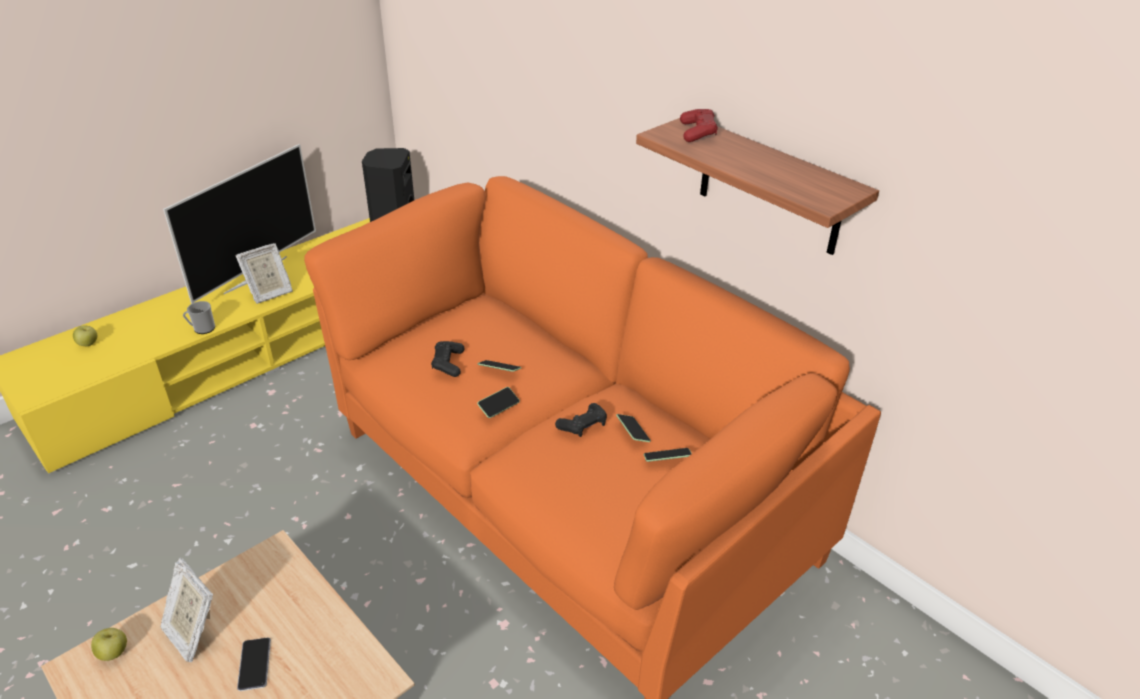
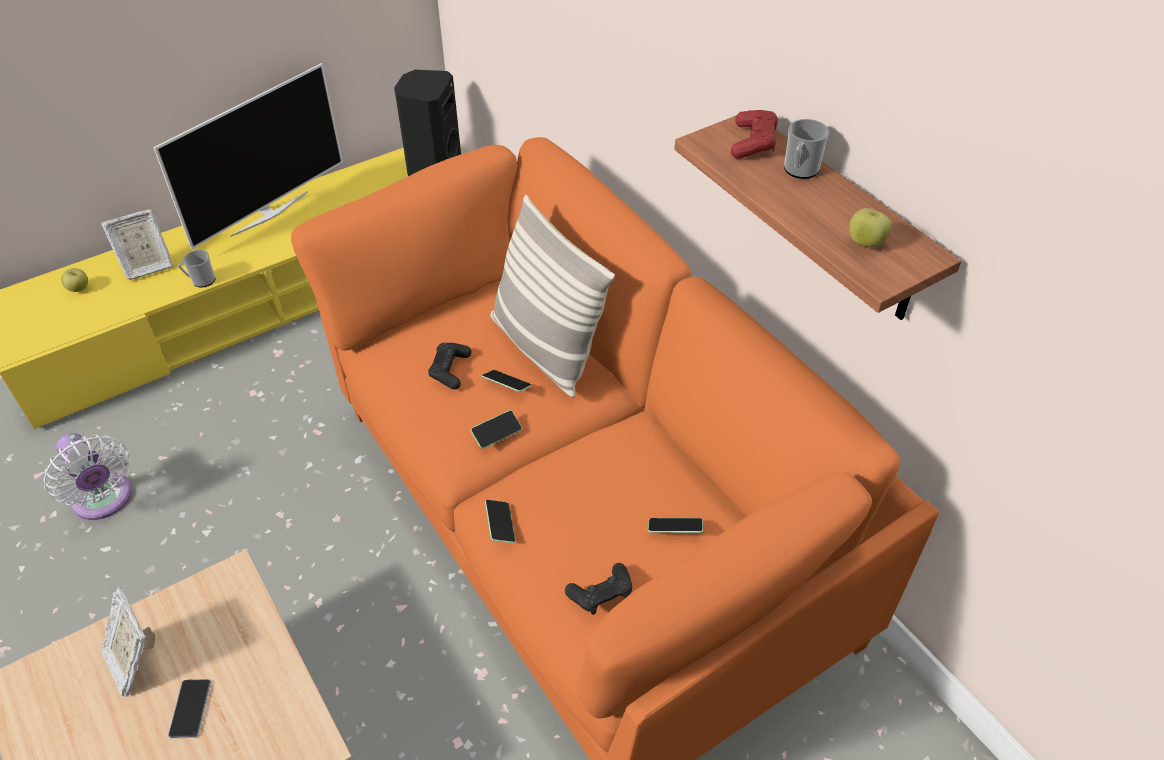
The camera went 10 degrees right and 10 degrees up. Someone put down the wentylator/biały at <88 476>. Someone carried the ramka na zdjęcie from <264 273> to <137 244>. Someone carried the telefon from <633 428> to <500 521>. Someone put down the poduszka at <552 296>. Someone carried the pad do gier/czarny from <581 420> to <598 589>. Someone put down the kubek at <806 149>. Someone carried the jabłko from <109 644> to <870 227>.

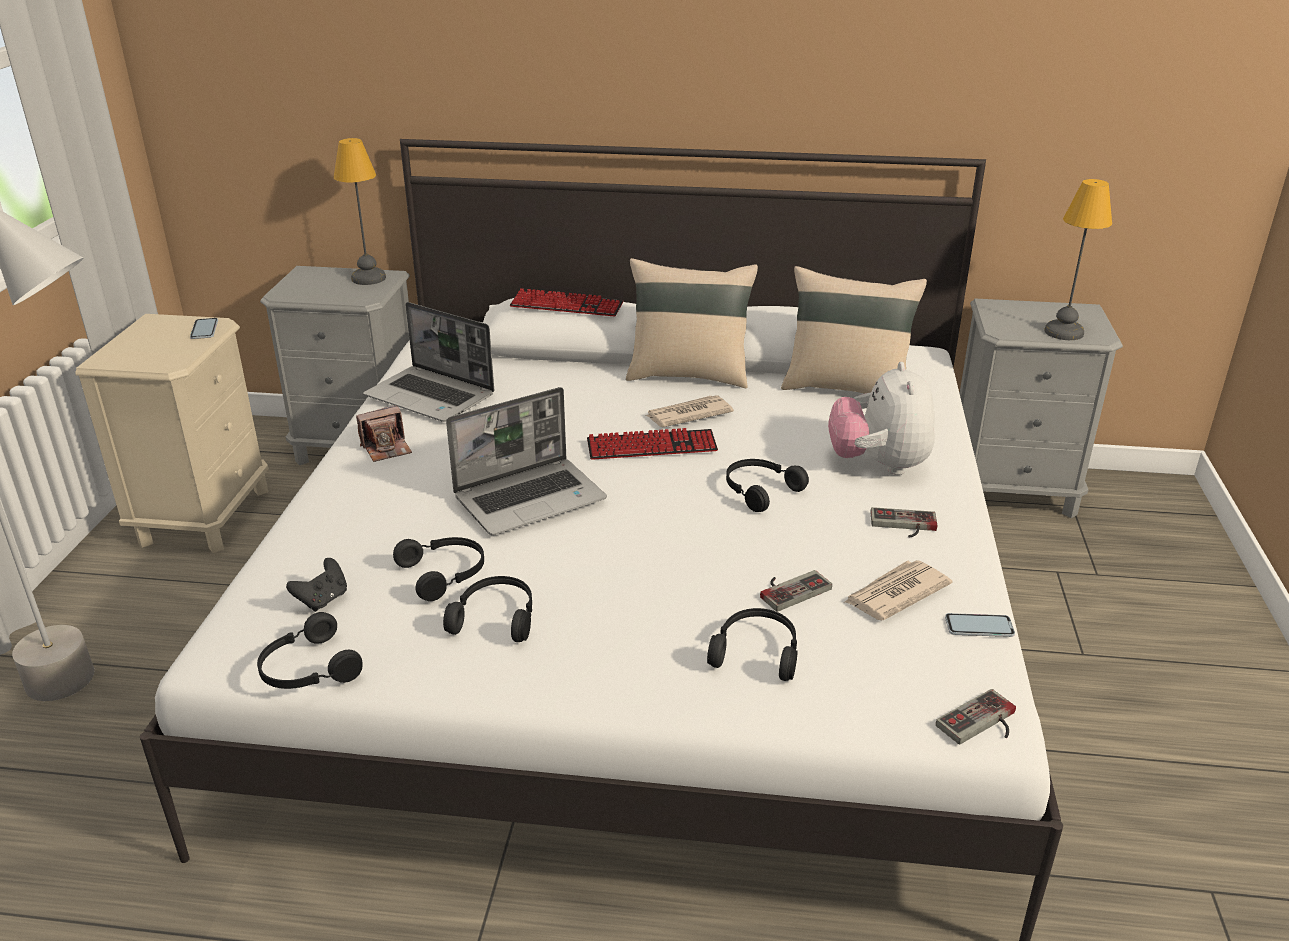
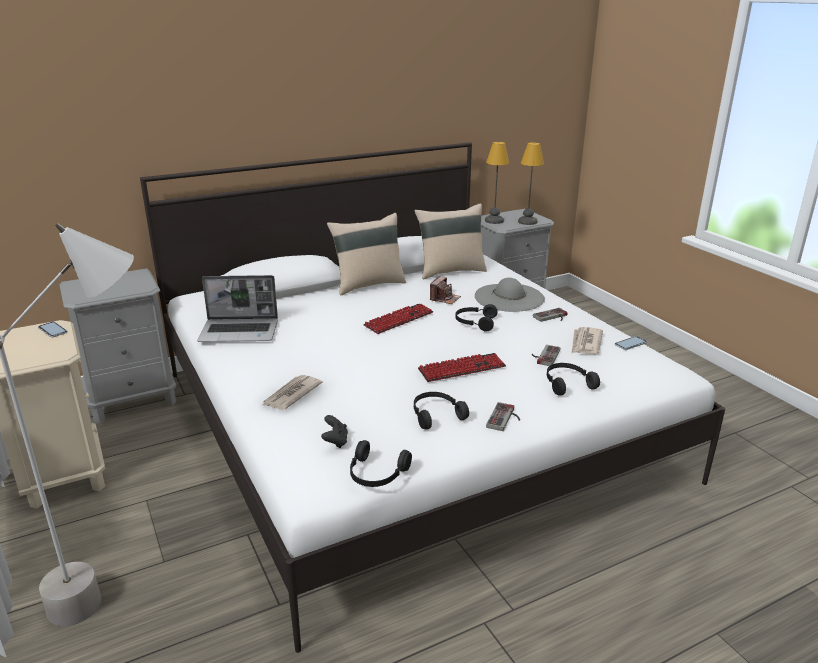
The camera went 35 degrees left and 5 degrees down. Someone carried the gazeta from <689 411> to <292 392>. Someone carried the klawiatura from <566 302> to <462 367>. Someone carried the aparat fotograficzny from <384 433> to <445 290>. Someone swapped the pluszak at <881 418> for the kapelusz/szary at <510 295>. Someone carried the lampa stołowa from <360 211> to <497 183>. Someone carried the pad do gier from <976 717> to <503 416>. Someone took away the słuchawki/czarny at <438 569>. Someone took away the laptop at <526 461>.

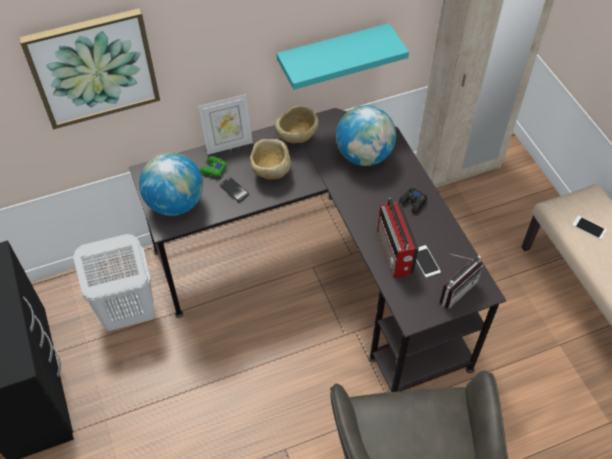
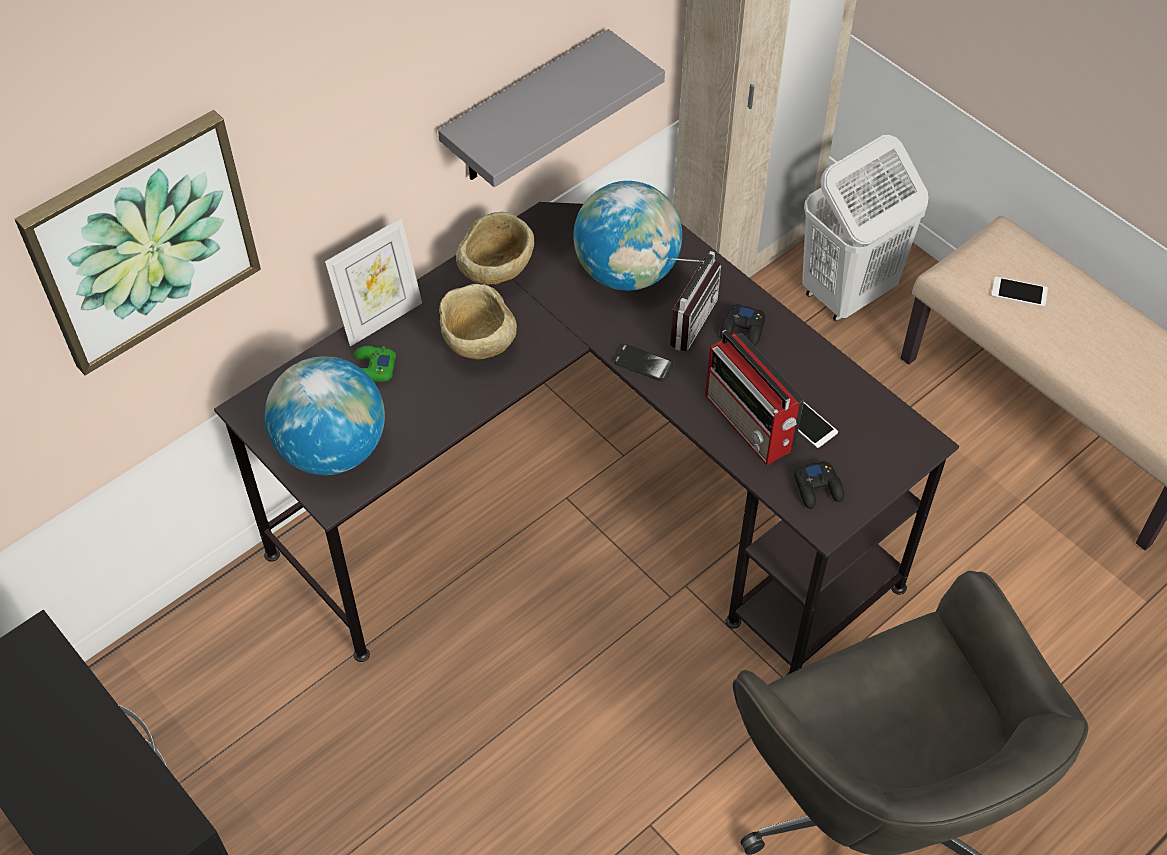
The camera went 20 degrees left and 0 degrees up. Someone repainted the półka/turkusowy at <343 56>, which became the półka/szary at <551 108>. Someone carried the telefon from <234 190> to <643 362>. Someone carried the radio from <461 281> to <693 301>. Someone put down the pad do gier/czarny at <819 484>. Someone carried the kosz na pranie/biały from <114 282> to <865 228>.

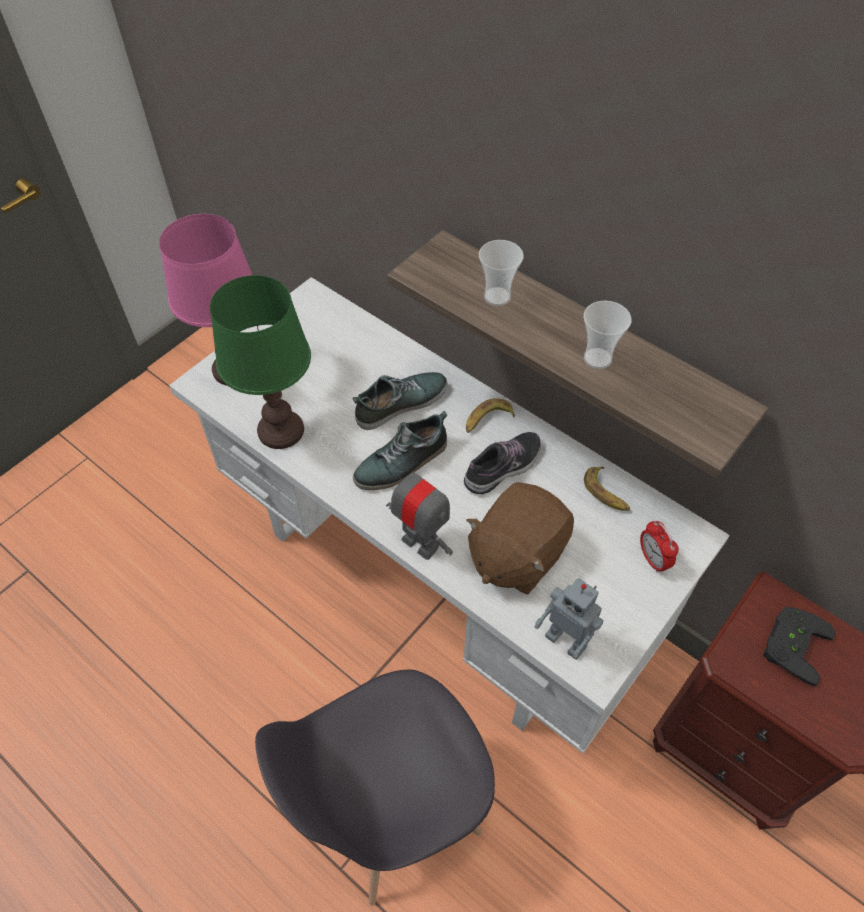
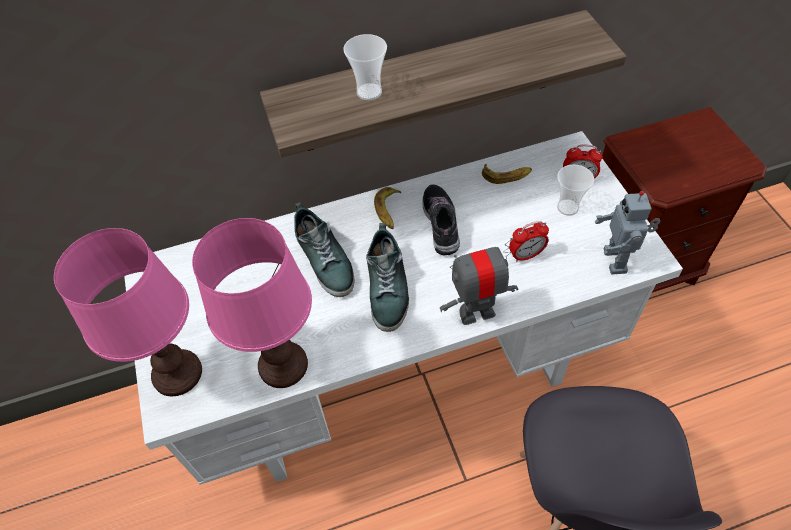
The camera went 55 degrees left and 0 degrees up. Someone repainted the lampa stołowa/zielony at <260 362>, which became the lampa stołowa/różowy at <252 303>. Someone rotated the but at <400 401> by 150 degrees clockwise. Someone swapped the pluszak/brązowy at <520 538> for the budzik at <529 241>. Someone carried the filiżanka from <608 335> to <575 190>. Someone rotated the robot zabawkowy at <569 619> by 105 degrees clockwise. Someone took away the pad do gier/czarny at <799 646>.

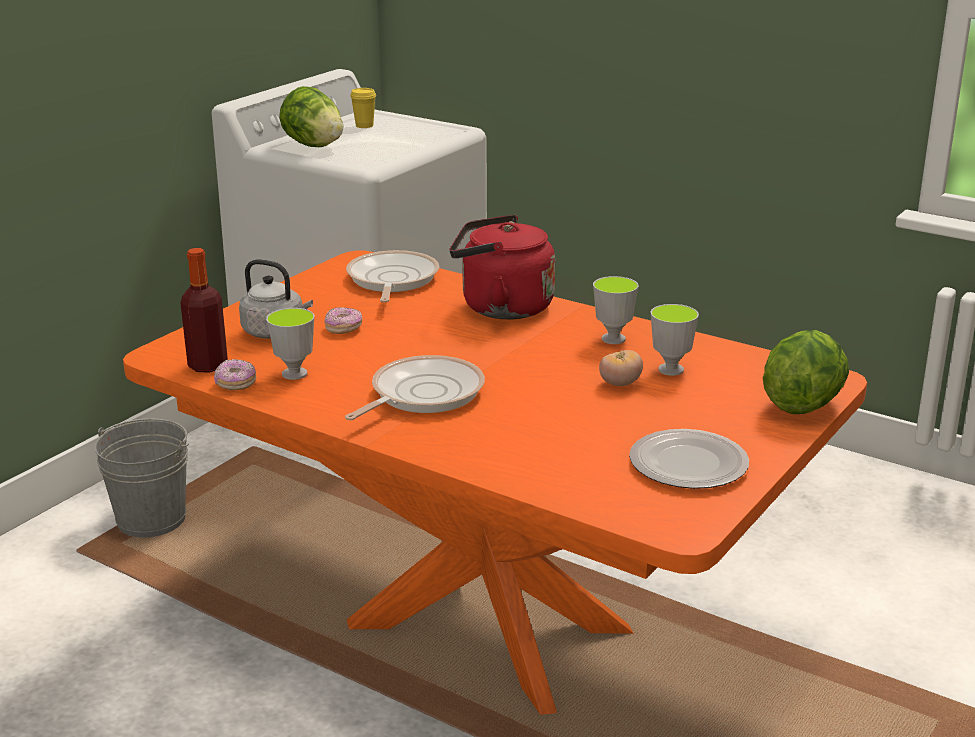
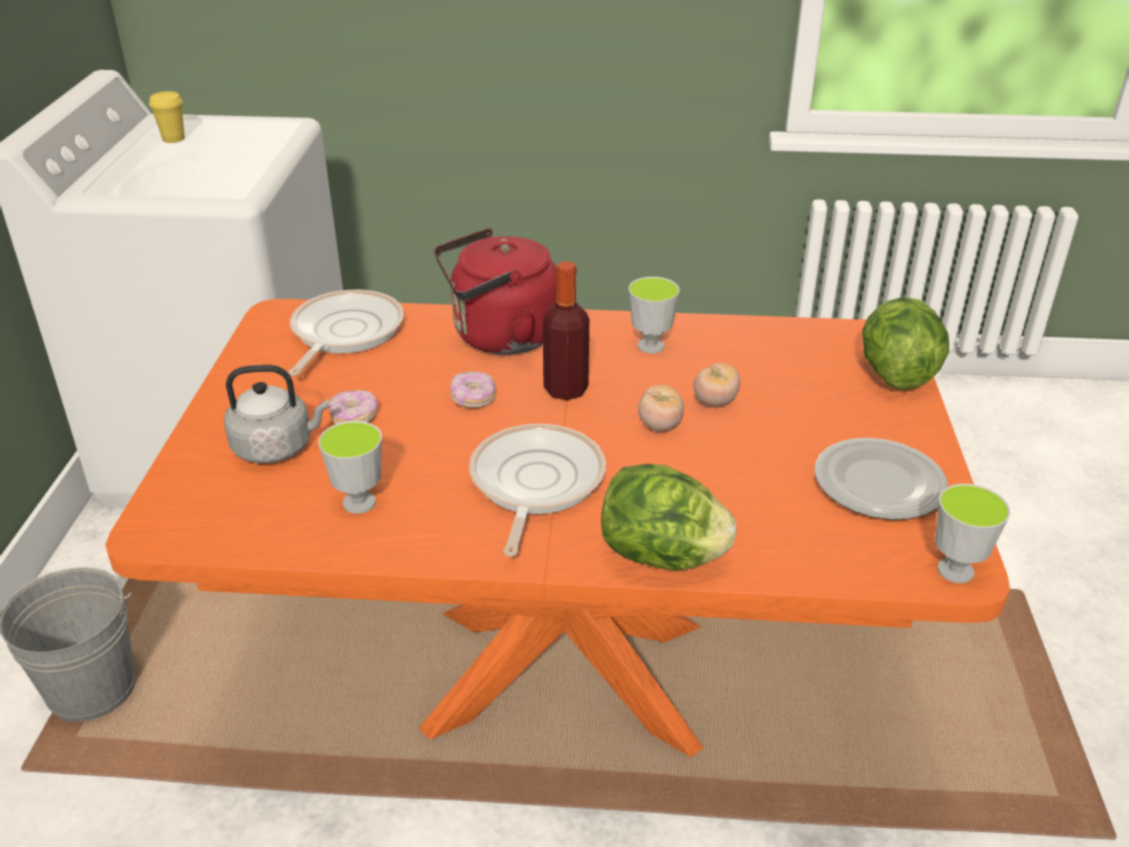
The camera went 30 degrees left and 10 degrees up. Someone rotated the patelnia at <392 276> by 45 degrees clockwise. Someone carried the donut from <235 374> to <473 389>. Someone carried the butelka from <204 310> to <566 330>. Someone carried the sałata from <311 116> to <669 517>. Someone put down the pomidor at <661 408>. Someone carried the filiżanka from <675 340> to <972 533>.

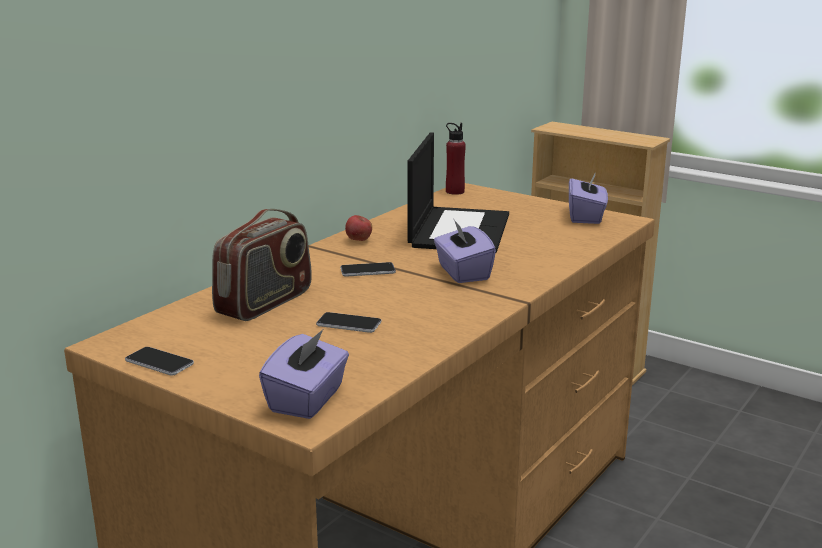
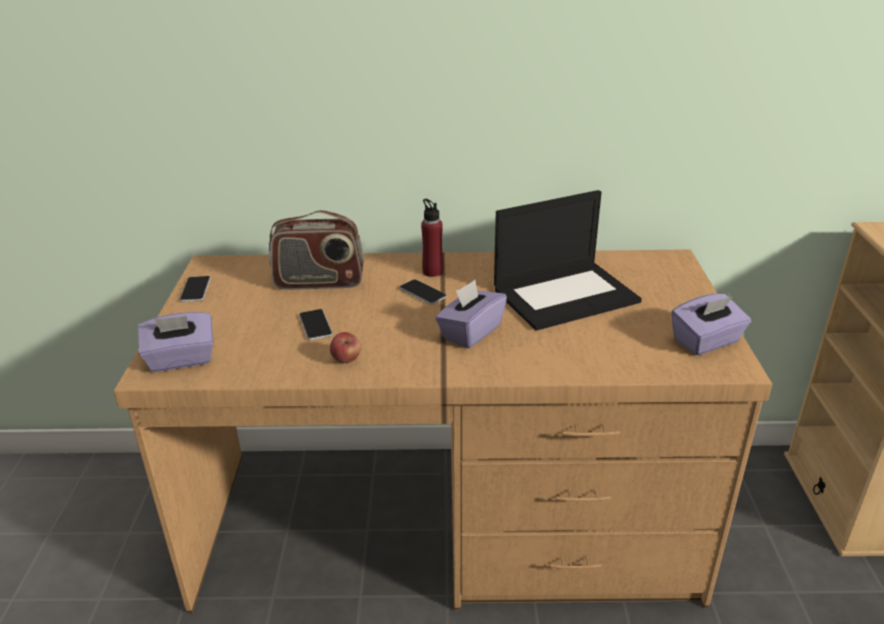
The camera went 55 degrees right and 10 degrees up. Someone carried the jabłko from <358 228> to <345 347>. Someone carried the butelka/czerwony from <456 159> to <432 238>.

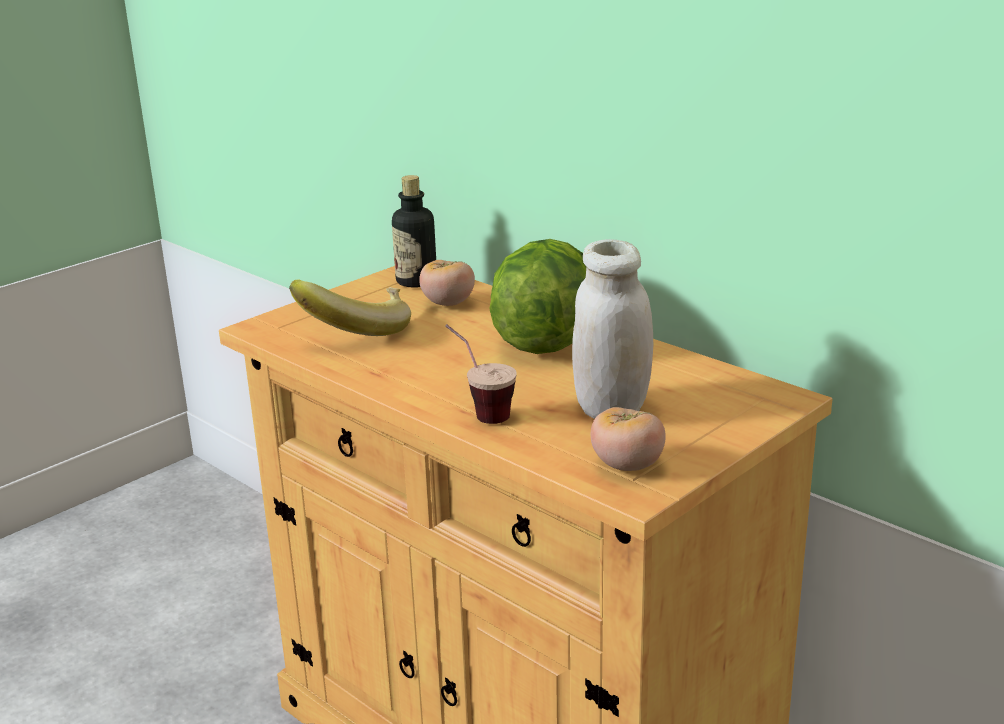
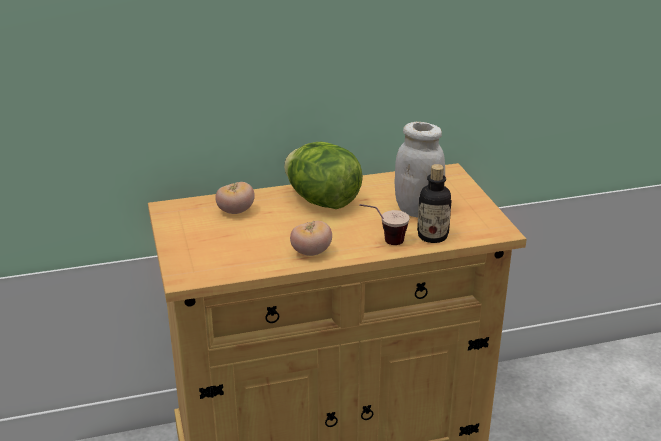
The camera went 60 degrees left and 5 degrees up. Someone carried the pomidor from <628 439> to <311 238>. Someone carried the butelka from <414 231> to <434 203>. Someone took away the banan at <350 308>.

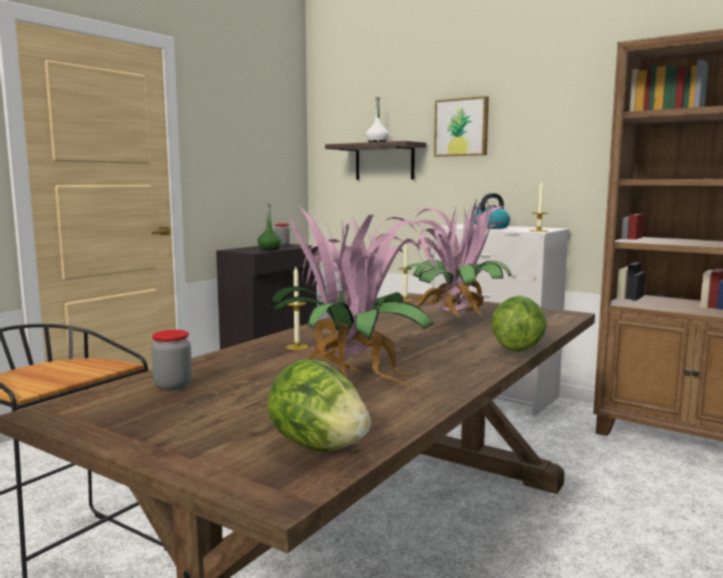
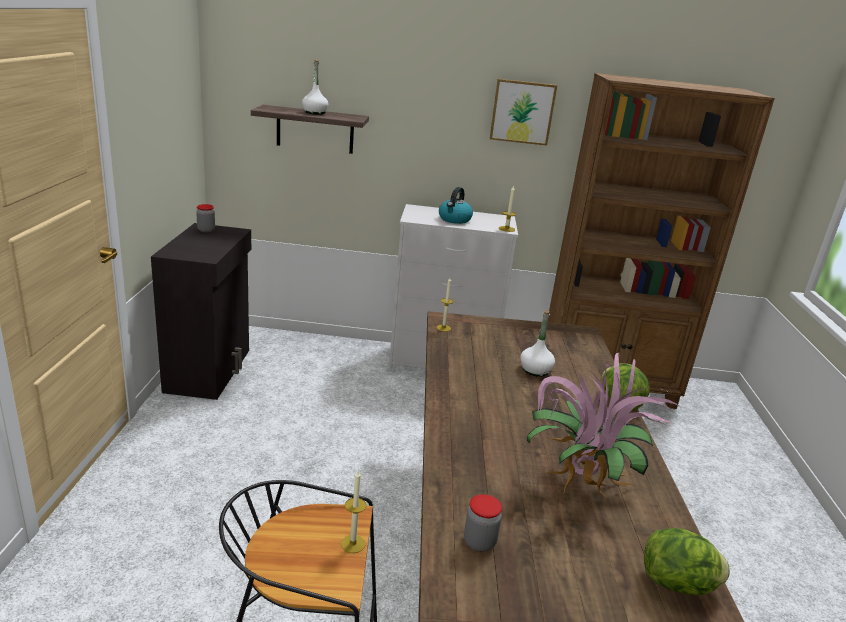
The camera went 35 degrees left and 15 degrees up. Someone carried the świeca from <297 308> to <354 512>. Someone carried the obraz from <461 126> to <523 112>. Someone swapped the roślina doniczkowa at <458 259> for the butelka/biały at <537 343>. Someone took away the butelka/zielony at <269 226>.

